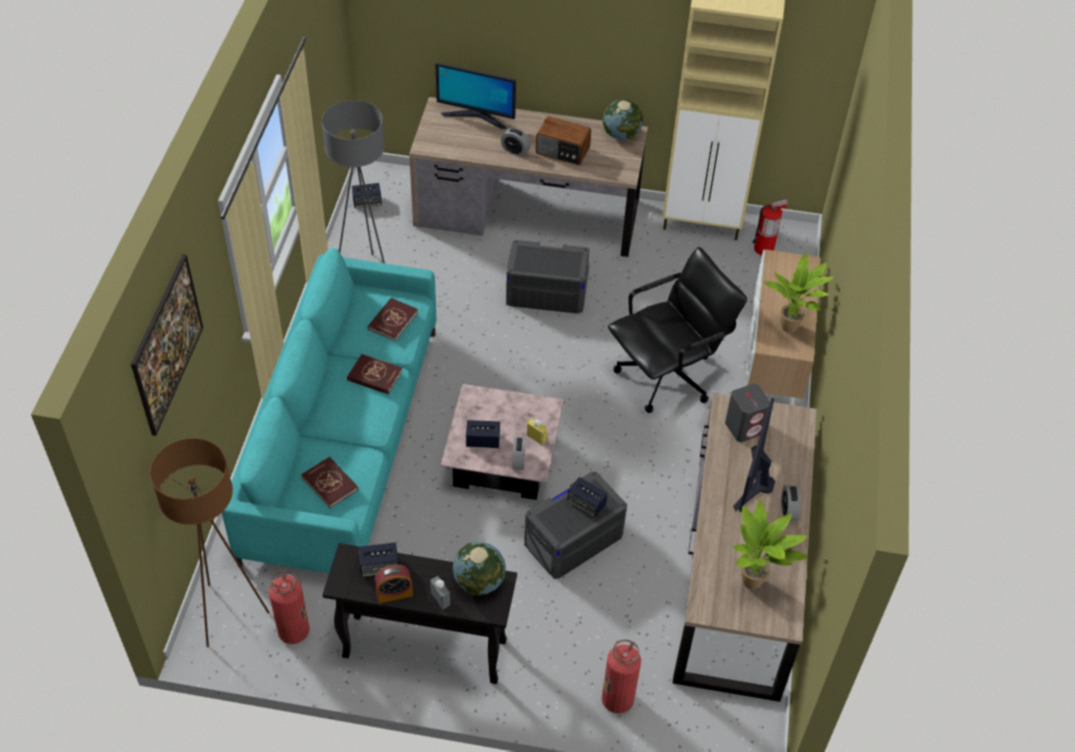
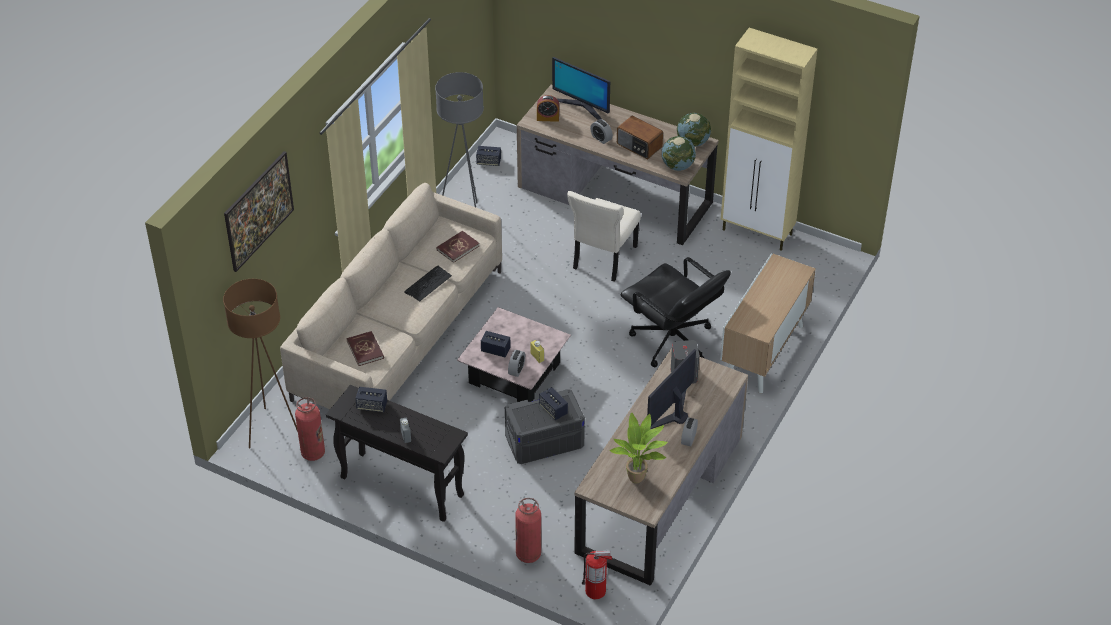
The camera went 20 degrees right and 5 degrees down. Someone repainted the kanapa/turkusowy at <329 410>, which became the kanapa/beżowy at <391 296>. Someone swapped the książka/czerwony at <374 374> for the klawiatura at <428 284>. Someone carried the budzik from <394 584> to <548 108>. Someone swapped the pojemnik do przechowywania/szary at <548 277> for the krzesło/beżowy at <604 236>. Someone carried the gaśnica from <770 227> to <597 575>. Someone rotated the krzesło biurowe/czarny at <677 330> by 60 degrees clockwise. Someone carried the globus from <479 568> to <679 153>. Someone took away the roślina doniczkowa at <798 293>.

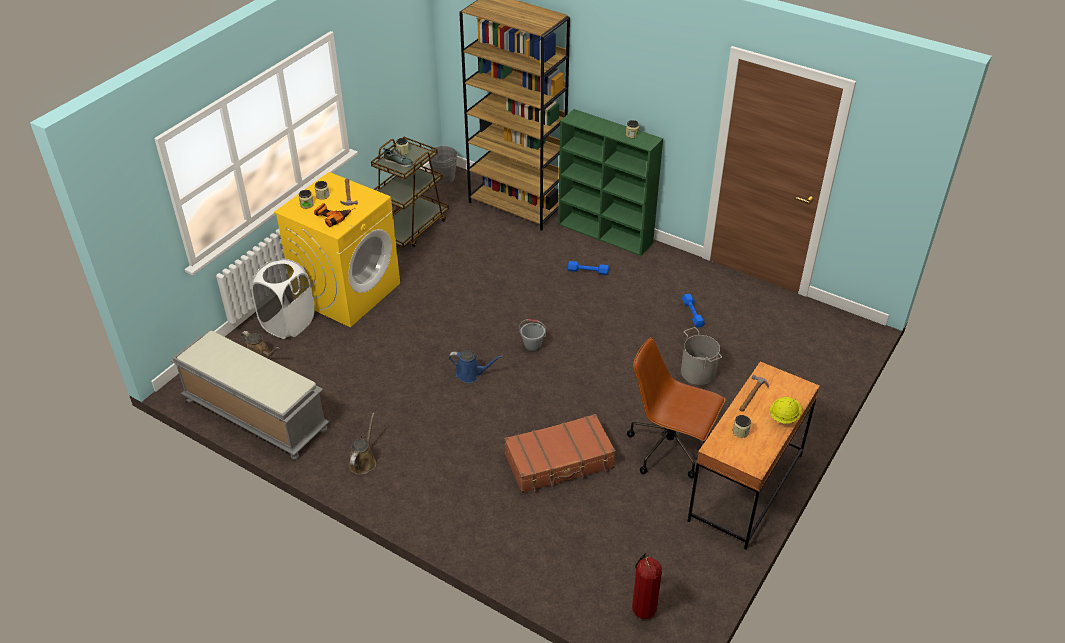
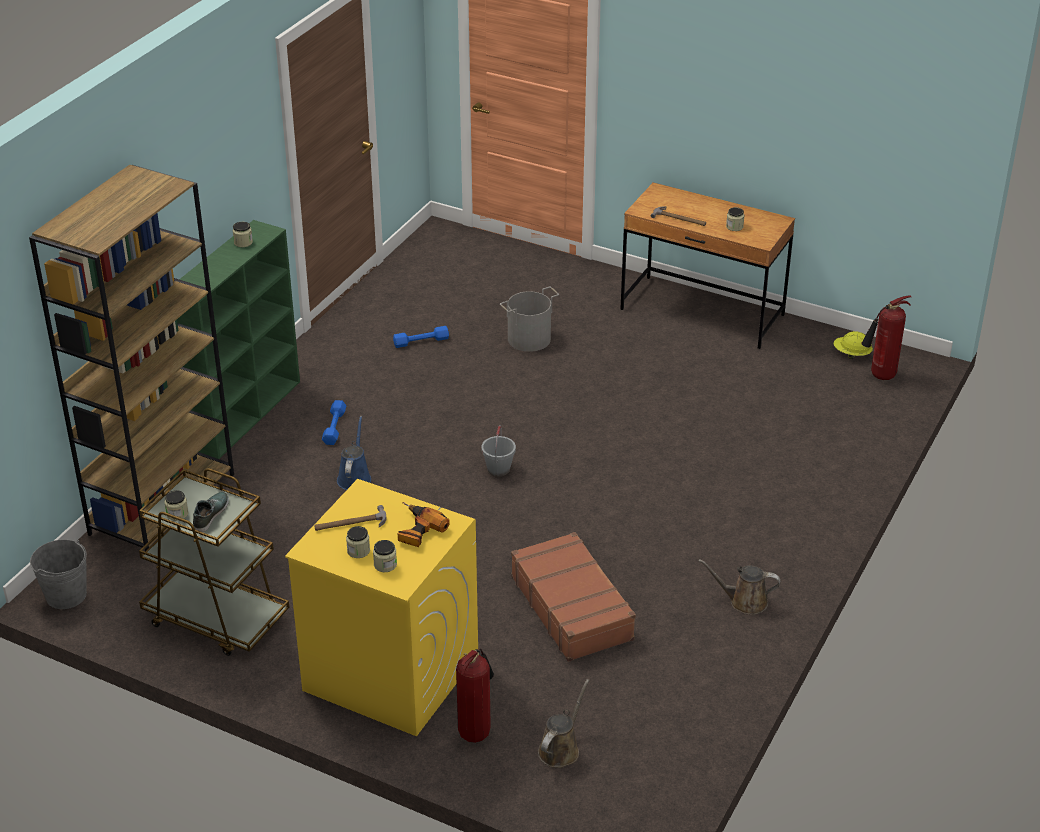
The camera went 95 degrees left and 5 degrees down. Someone carried the konewka/niebieski from <475 366> to <354 453>. Someone swapped the kosz na pranie/biały at <283 298> for the gaśnica at <475 695>. Someone carried the walizka/brązowy from <560 453> to <573 597>. Someone carried the kask/żółty from <786 410> to <853 345>. Someone took away the ławka/szary at <250 395>. Someone took away the krzesło biurowe/brązowy at <676 407>.

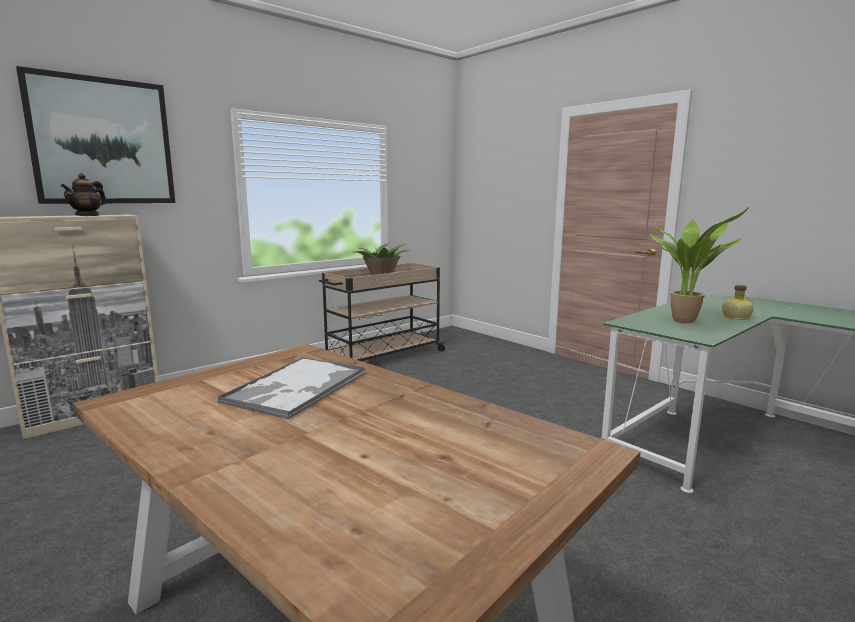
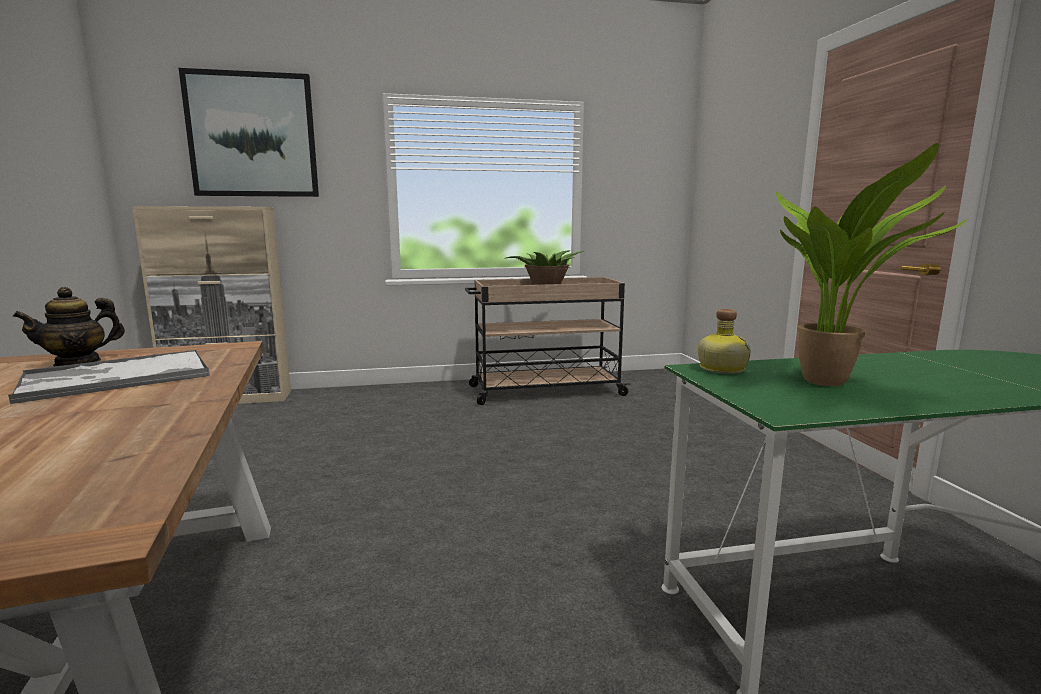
The camera went 30 degrees right and 0 degrees up. Someone carried the imbryk from <84 194> to <69 327>. Someone carried the butelka from <738 302> to <724 341>.

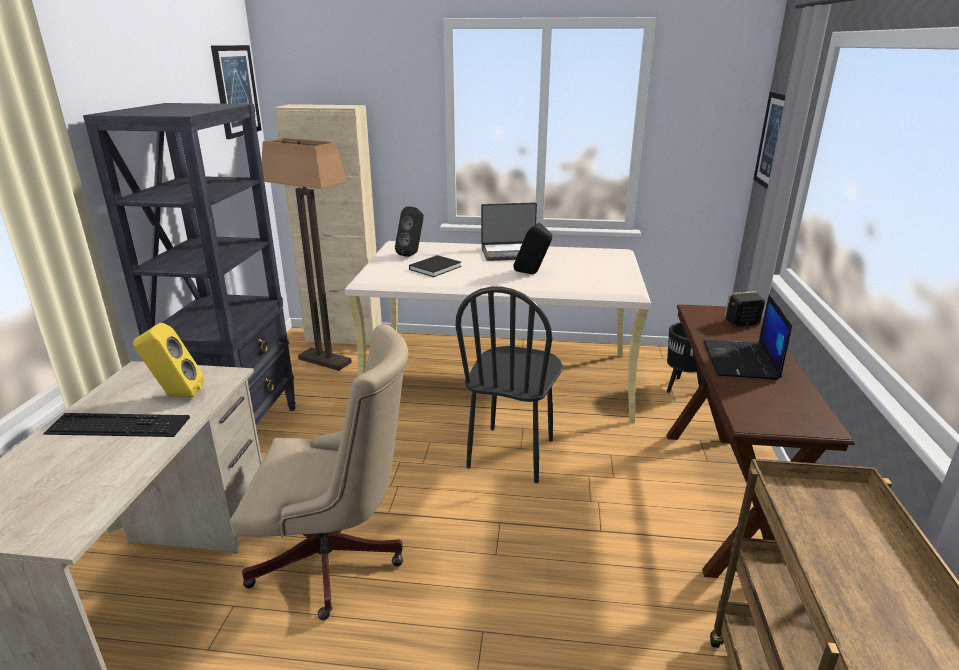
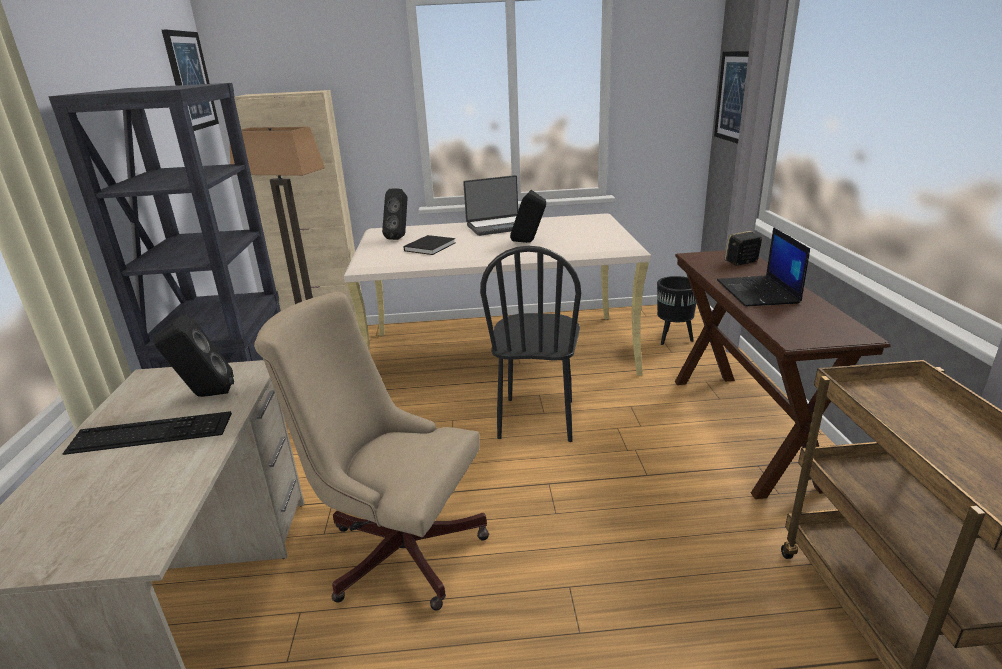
The camera went 10 degrees left and 0 degrees up. Someone repainted the głośnik/żółty at <168 360>, which became the głośnik/czarny at <193 356>. Someone rotated the krzesło biurowe/beżowy at <319 472> by 150 degrees counterclockwise.

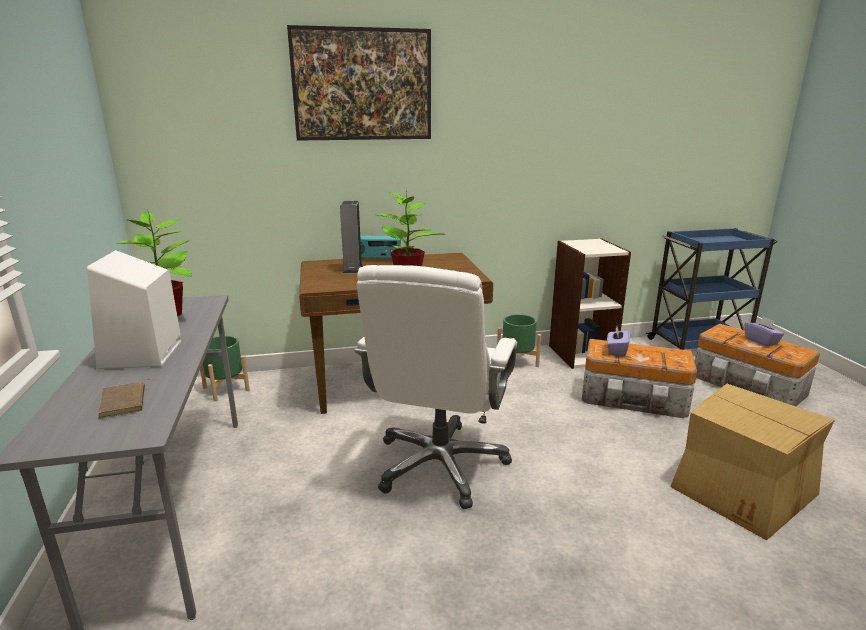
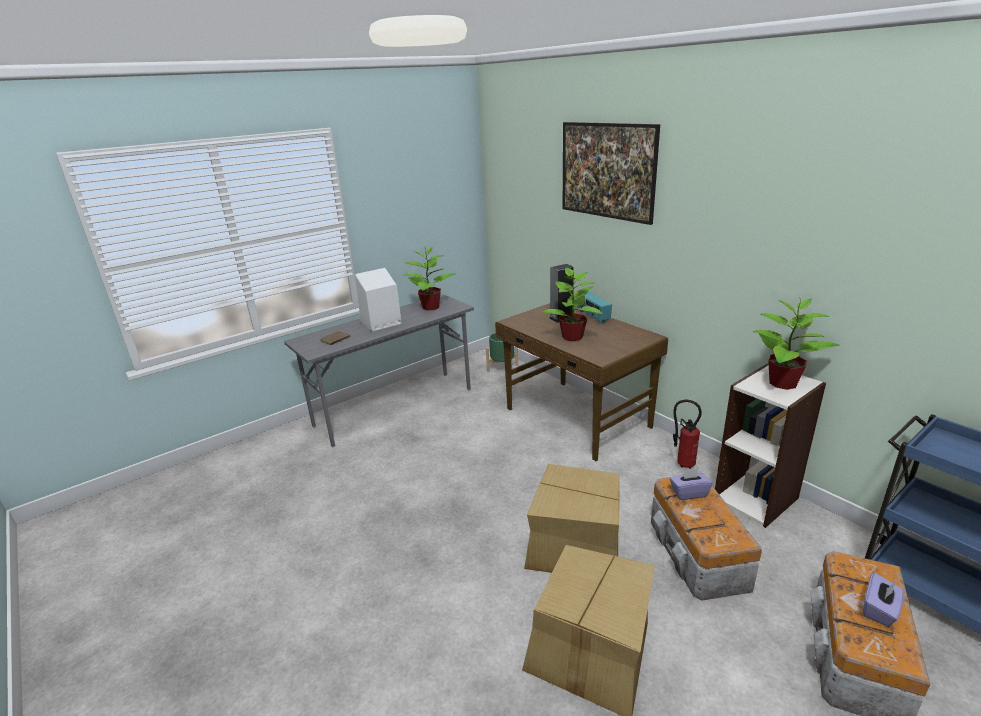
The camera went 65 degrees right and 5 degrees up. Someone put down the karton at <572 518>. Someone swapped the donica/zielony at <519 343> for the gaśnica at <687 434>. Someone put down the roślina doniczkowa at <796 344>. Someone took away the krzesło biurowe/biały at <435 387>.

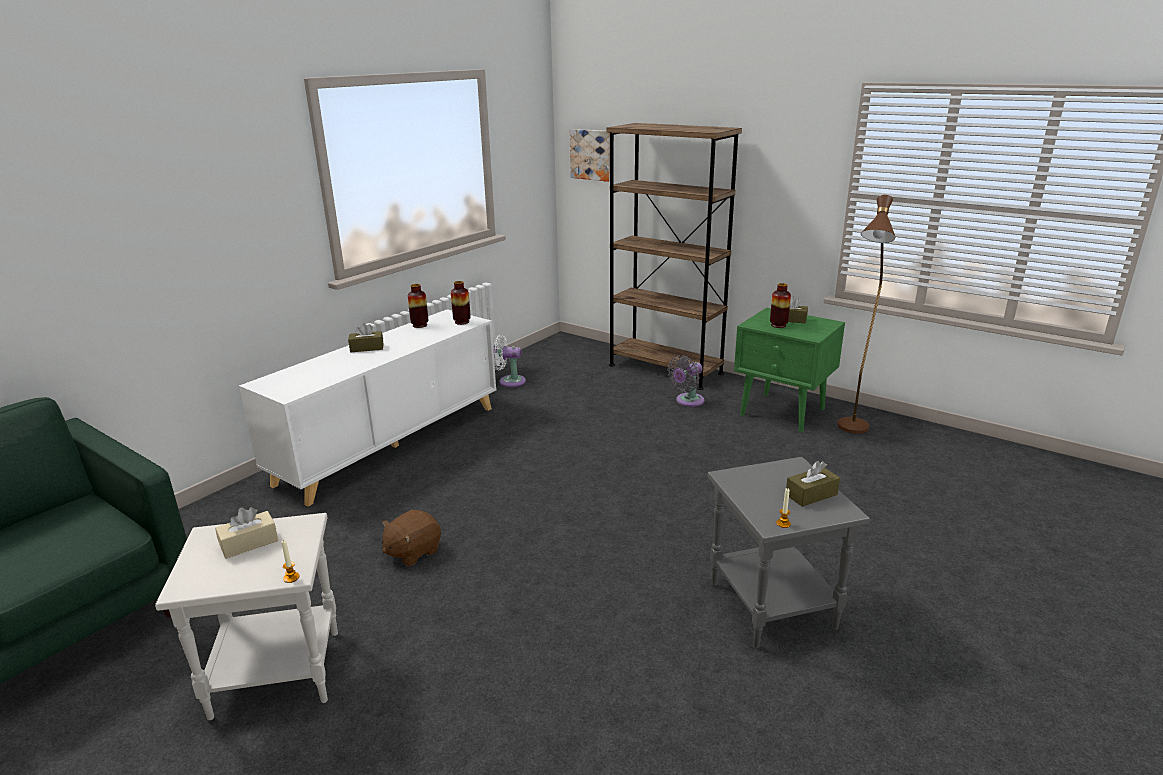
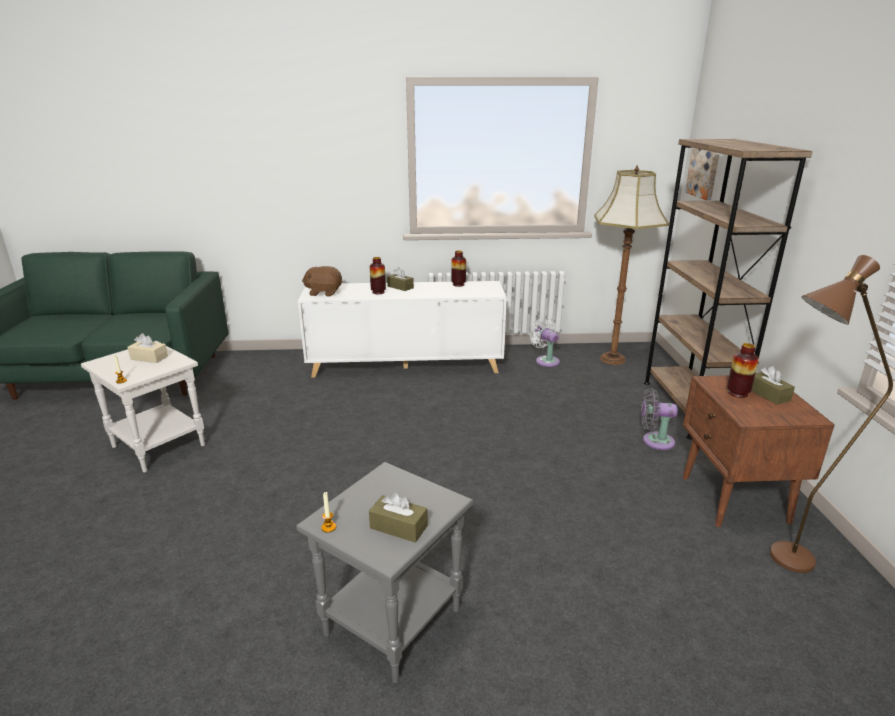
The camera went 50 degrees right and 0 degrees up. Someone carried the pluszak/brązowy from <411 538> to <322 281>. Someone carried the wazon from <461 303> to <378 275>. Someone put down the lampa stojąca at <631 265>. Someone repainted the szafka nocna/zielony at <789 370>, which became the szafka nocna/brązowy at <759 451>.

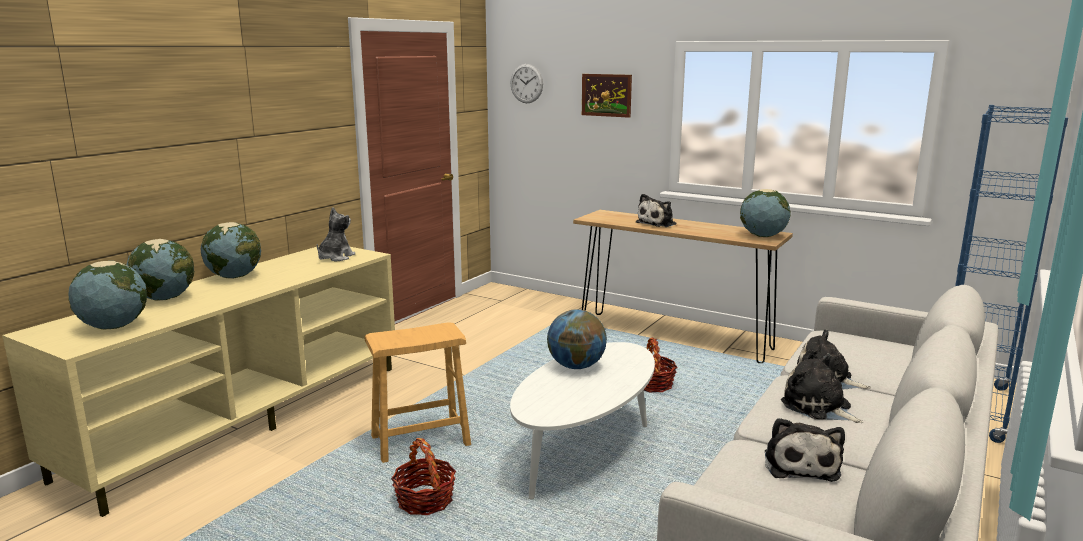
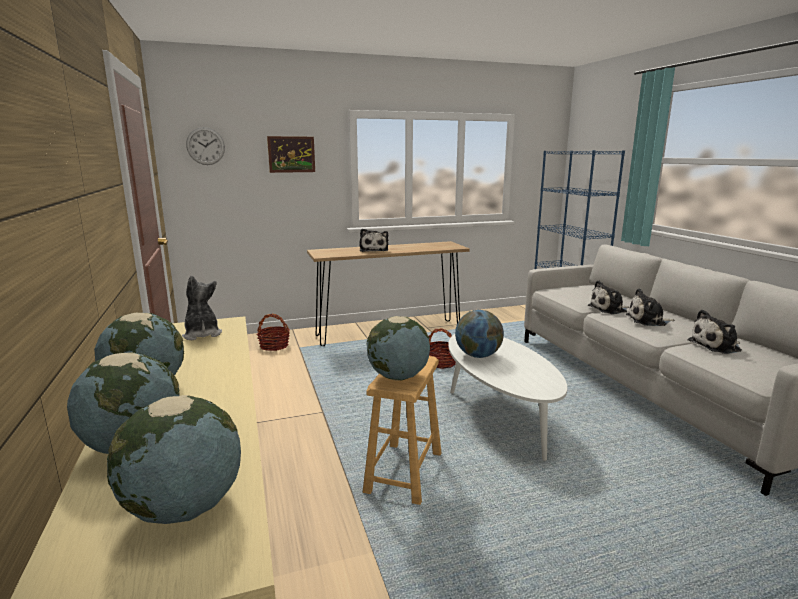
The camera went 50 degrees left and 0 degrees up. Someone carried the koszyk from <423 476> to <273 332>. Someone carried the globus from <765 213> to <398 348>. Someone rotated the pluszak at <805 450> by 120 degrees clockwise.

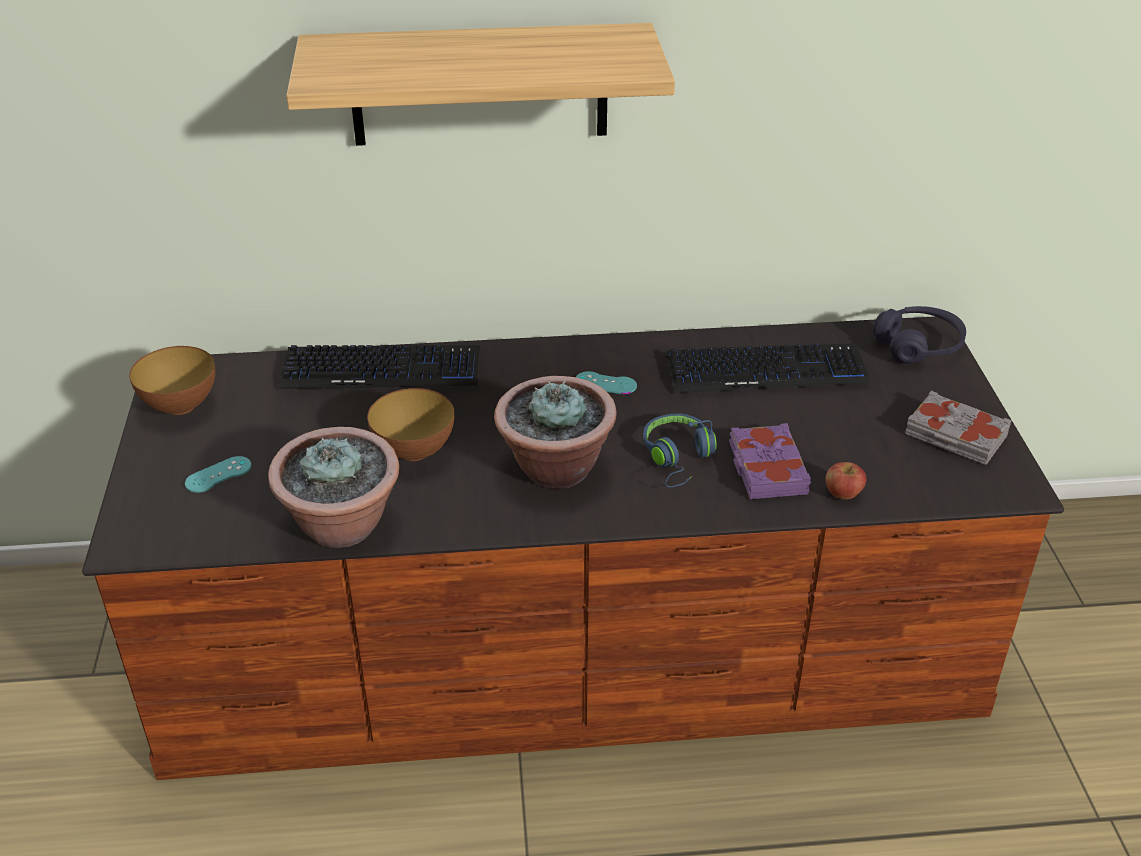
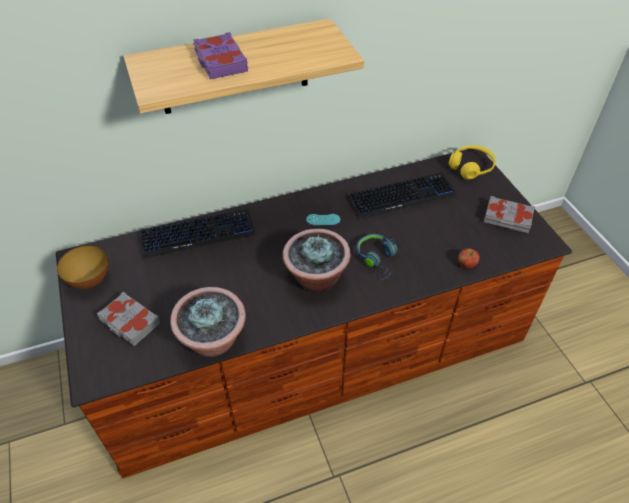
The camera went 15 degrees left and 10 degrees up. Someone swapped the pad do gier/turkusowy at <218 474> for the książka/szary at <128 319>. Someone carried the książka/fioletowy from <770 461> to <220 56>. Someone repainted the słuchawki/fioletowy at <919 335>, which became the słuchawki/żółty at <472 162>. Someone took away the miska at <411 424>.

